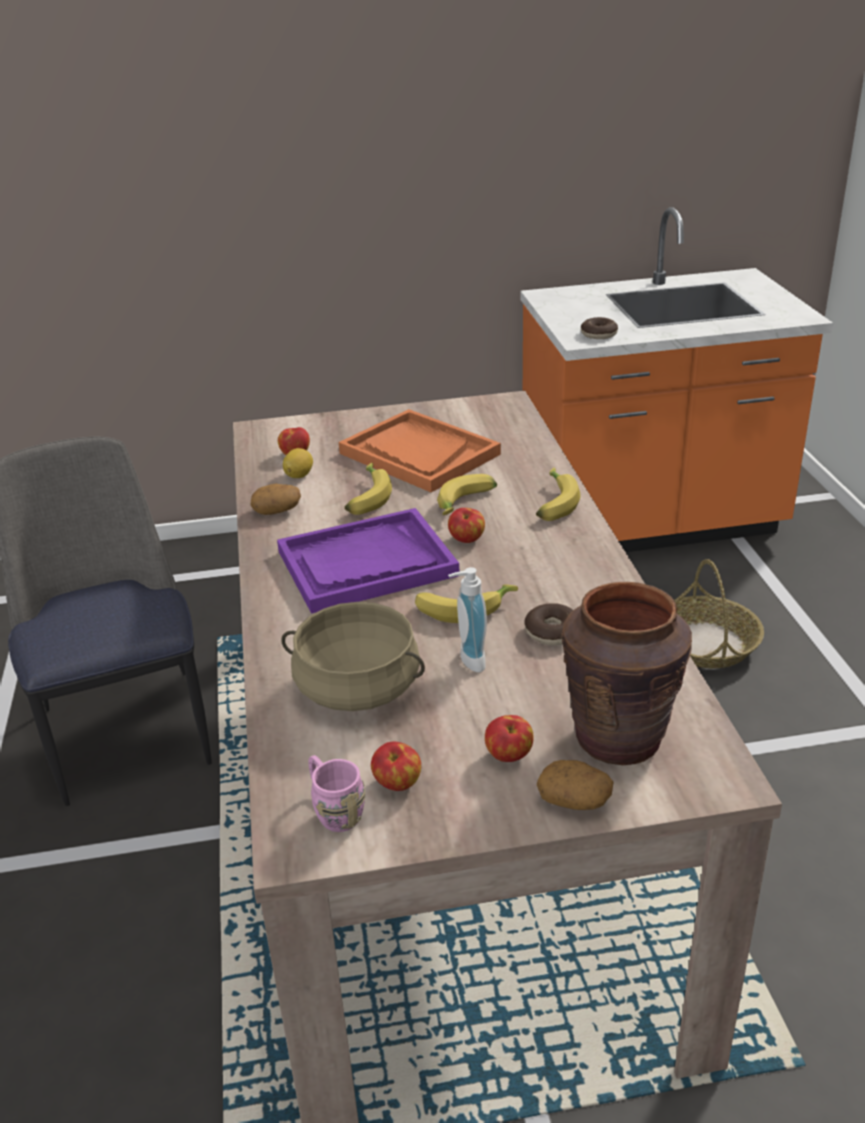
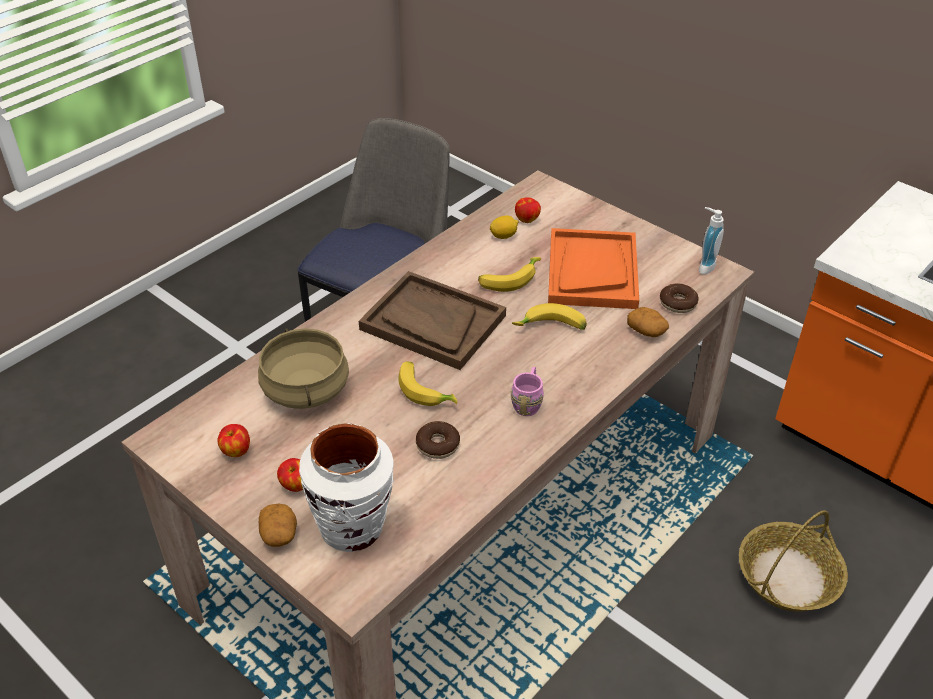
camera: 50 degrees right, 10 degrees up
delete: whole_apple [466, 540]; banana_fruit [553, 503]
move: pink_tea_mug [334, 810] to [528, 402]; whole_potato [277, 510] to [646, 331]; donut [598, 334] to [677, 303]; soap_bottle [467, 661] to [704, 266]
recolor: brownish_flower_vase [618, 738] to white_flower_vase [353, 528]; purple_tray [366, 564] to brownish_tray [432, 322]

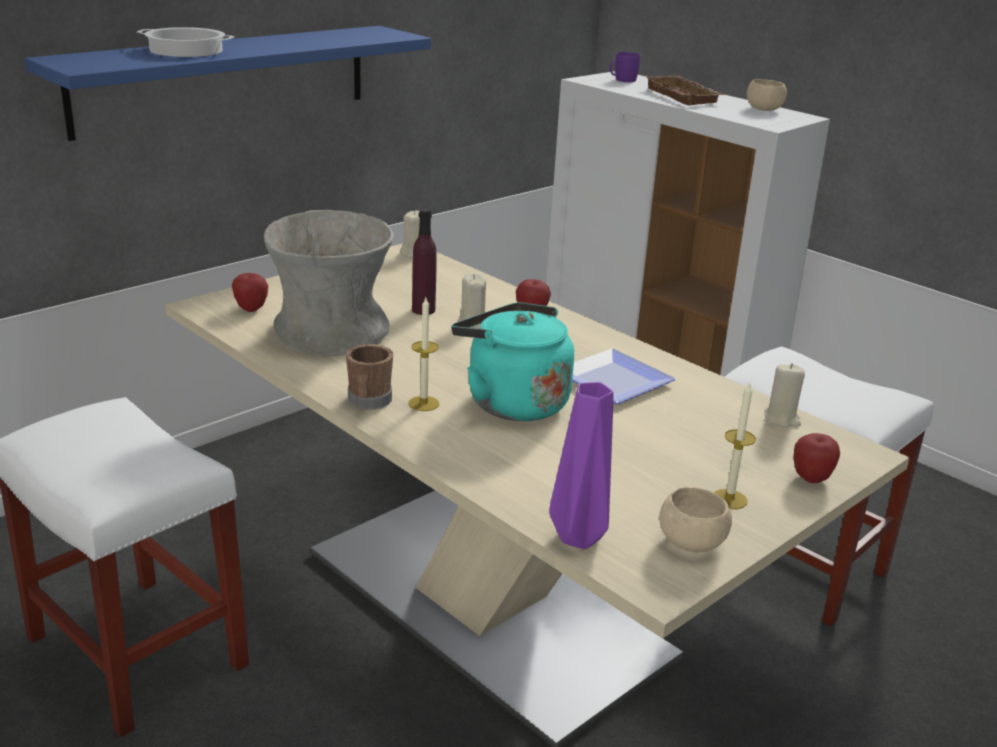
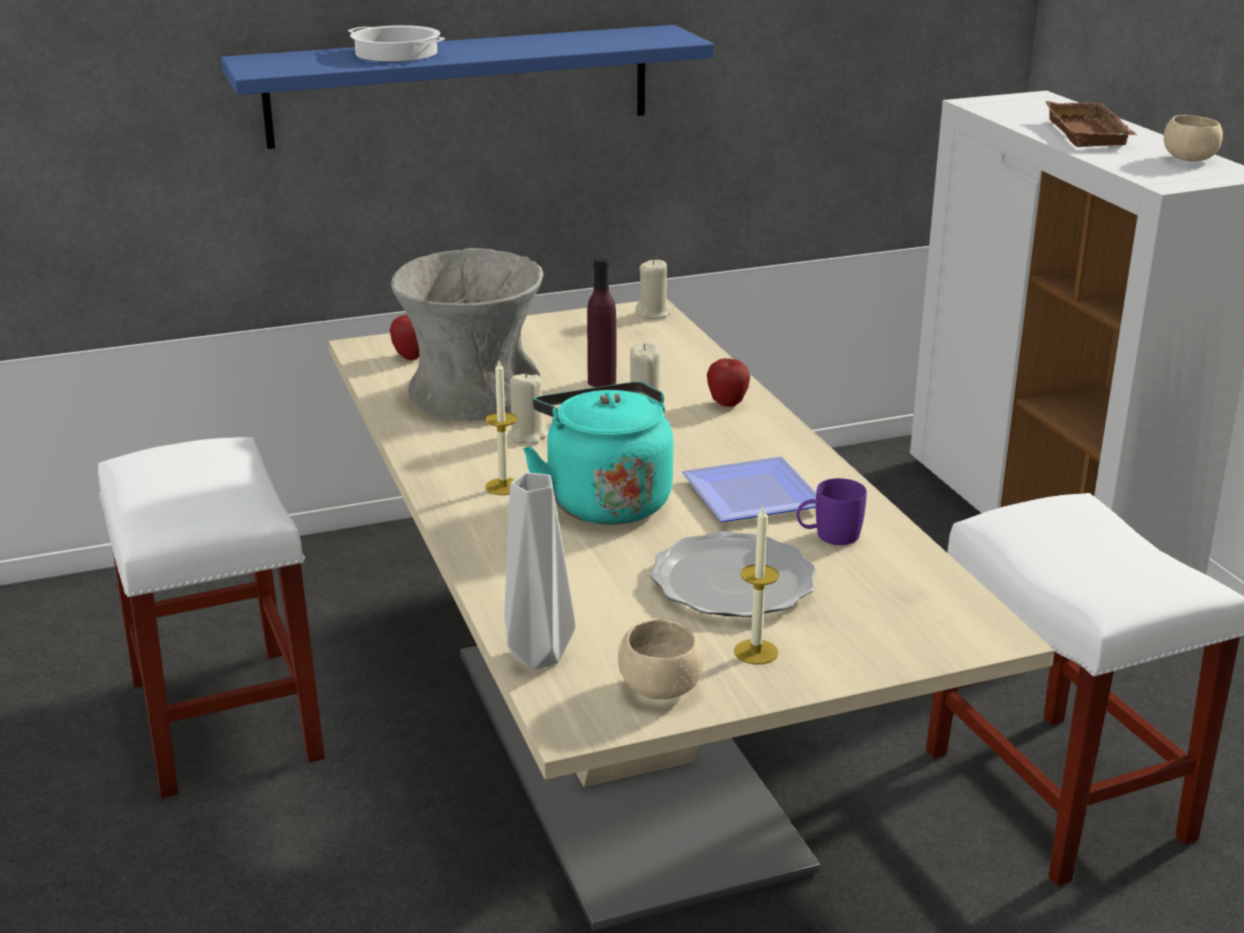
camera: 25 degrees right, 0 degrees up
delete: brownish_tea_mug [368, 402]; whole_apple [811, 478]
insert: plate [733, 582]
move: beige-coloured_wax_light [782, 419] to [528, 436]; purple_tea_mug [622, 80] to [828, 536]
recolor: purple_flower_vase [578, 536] to grey_flower_vase [538, 655]

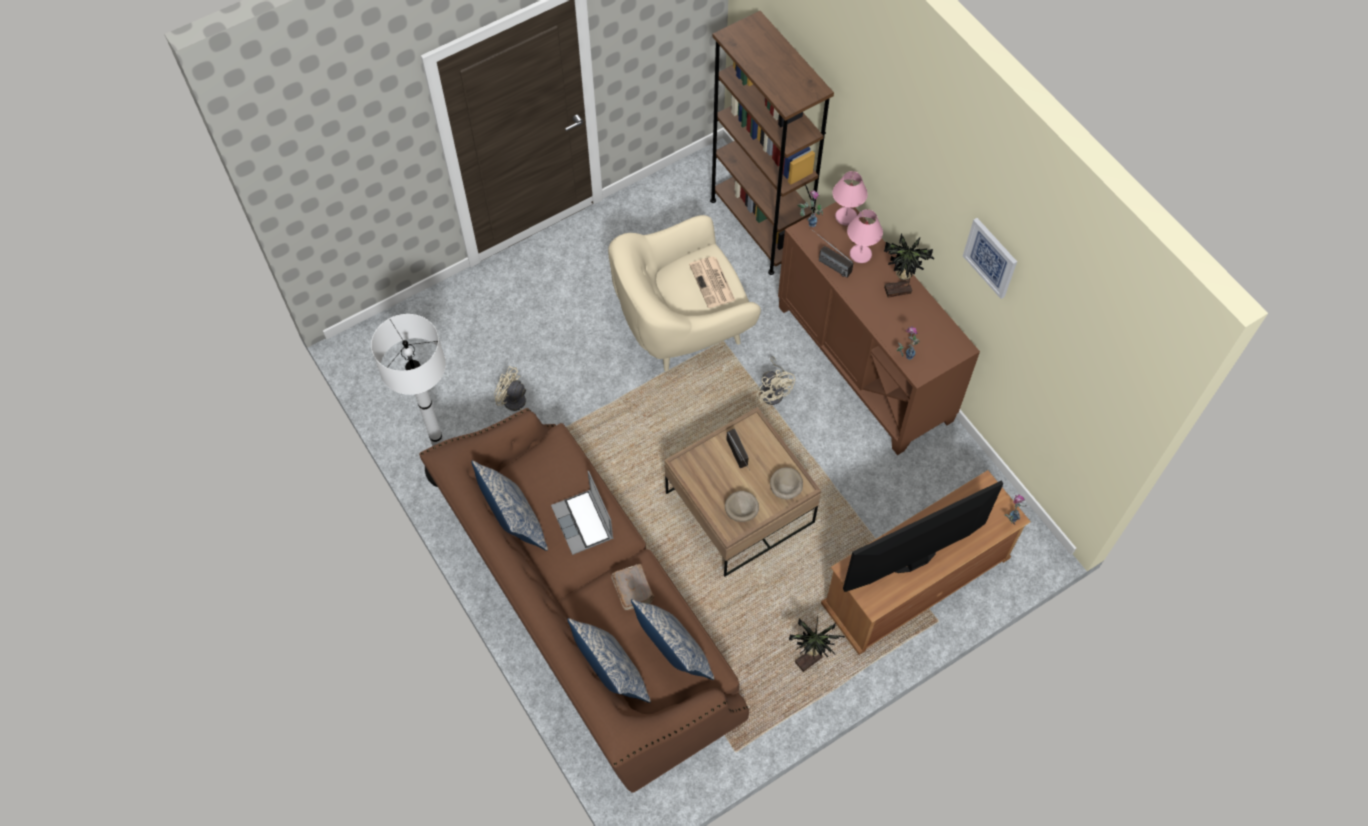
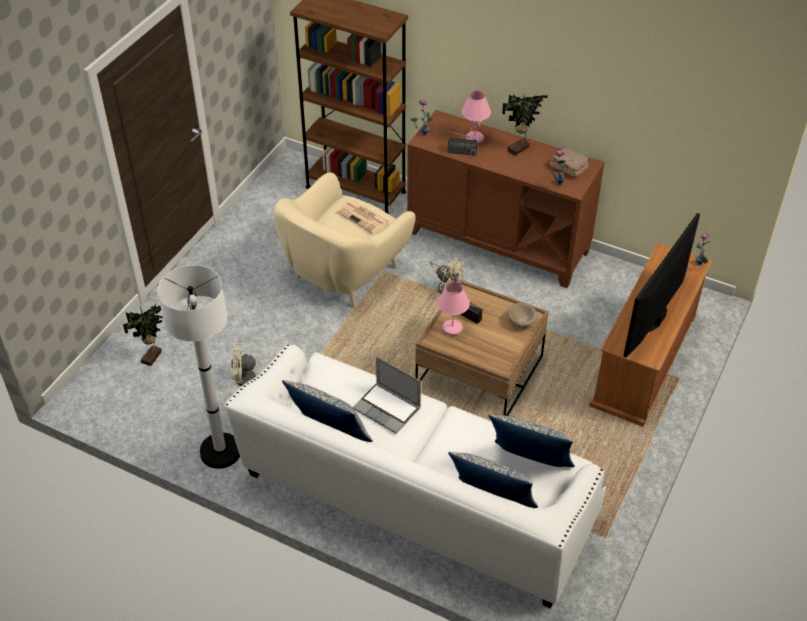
camera: 30 degrees left, 15 degrees down
delete: beige-coloured_serving_bowl [742, 512]; wall_picture [991, 257]
move: houseplant [810, 661] to [153, 357]; pink_table_lamp [845, 217] to [452, 328]; brownish_volume [633, 589] to [568, 167]
recolor: brownish_couch [588, 614] to white_couch [417, 499]

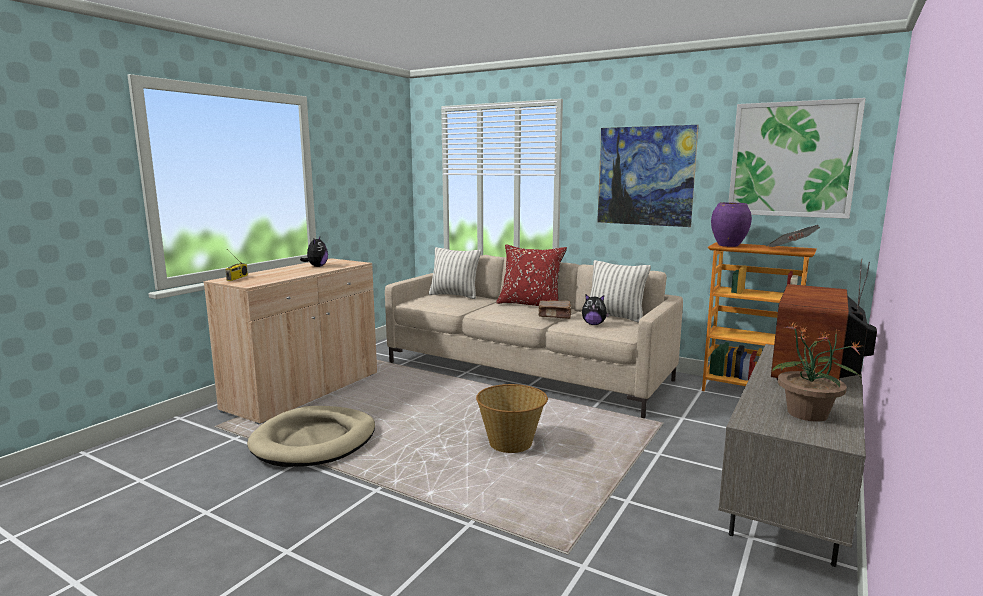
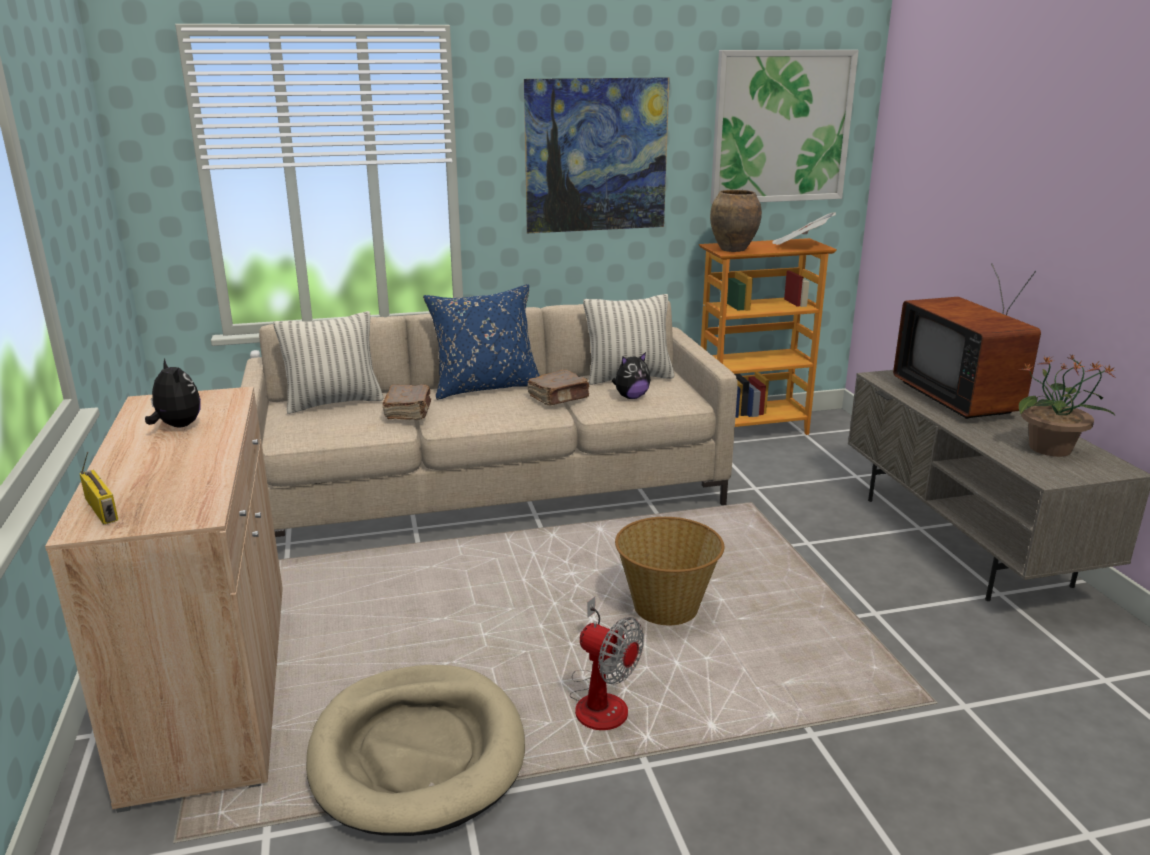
camera: 45 degrees left, 10 degrees up
insert: brownish_volume [409, 412]; electric_fan [600, 700]
recolor: red-coloured_throw_pillow [530, 305] to blue-coloured_throw_pillow [485, 388]; purple_flower_vase [728, 245] to brownish_flower_vase [732, 249]

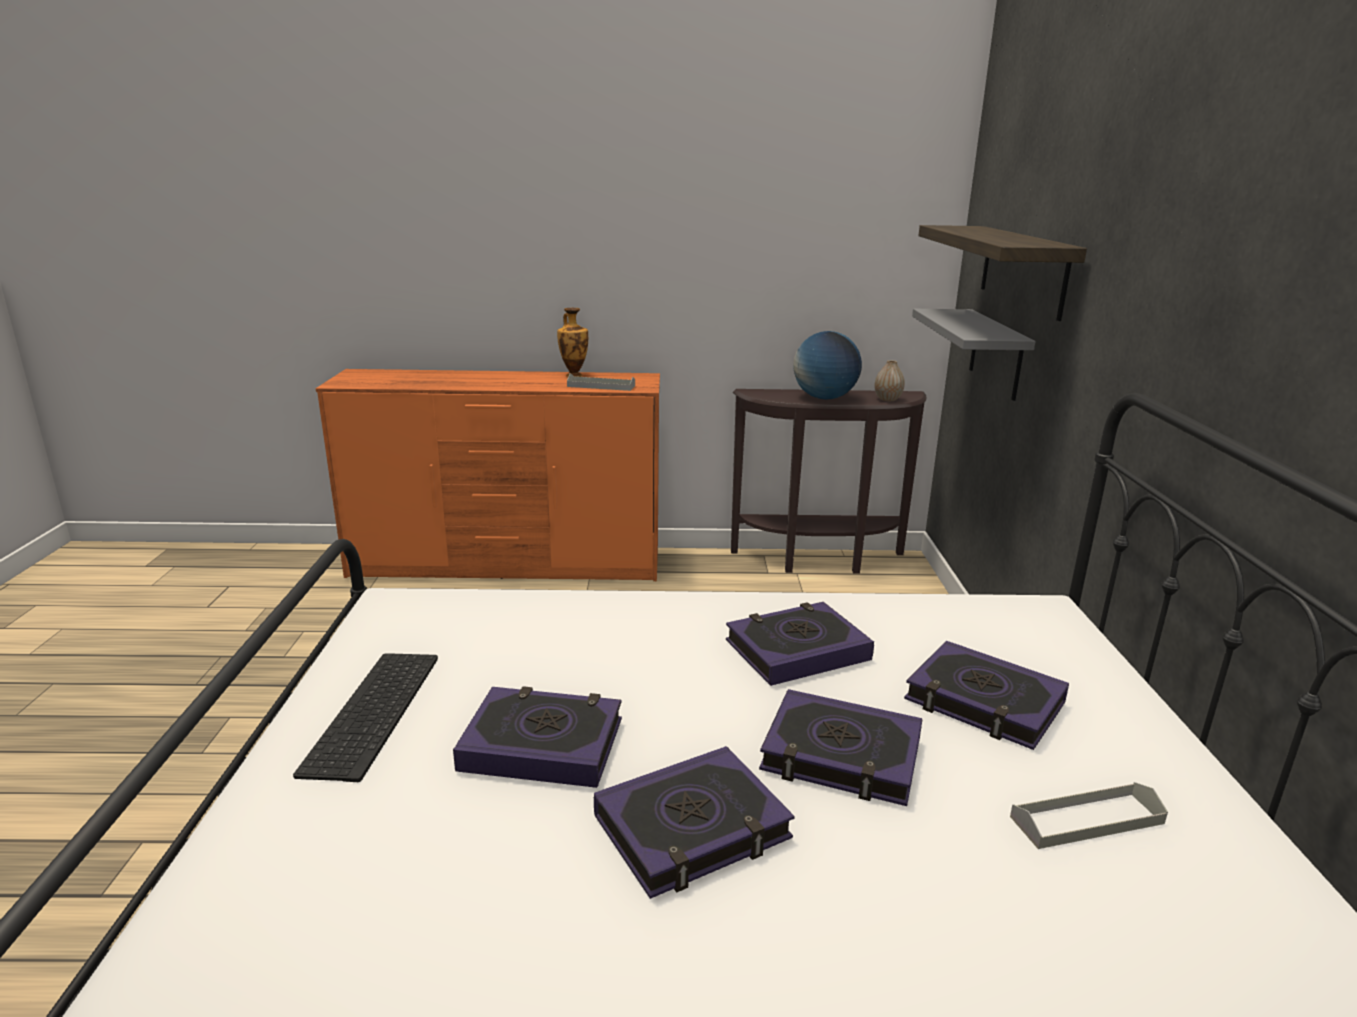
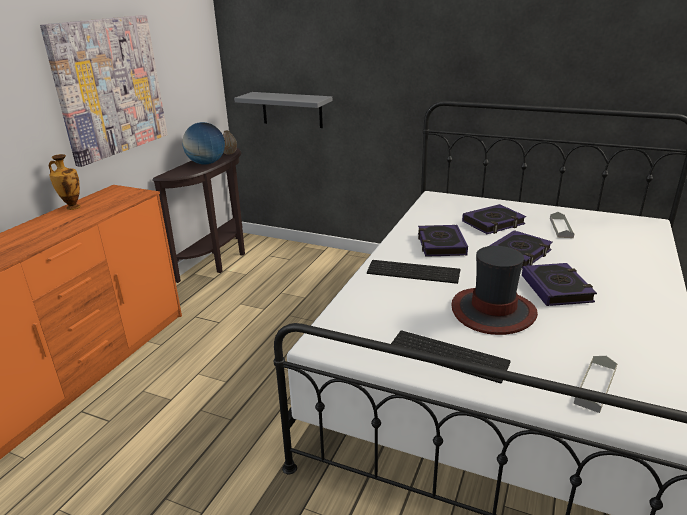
camera: 65 degrees left, 5 degrees up
delete: bracket_shelf [1023, 269]
insert: wall_picture [109, 87]; keyboard [414, 271]
move: grey_tray [601, 386] to [595, 386]
replace: volume [542, 745] to hat [493, 311]

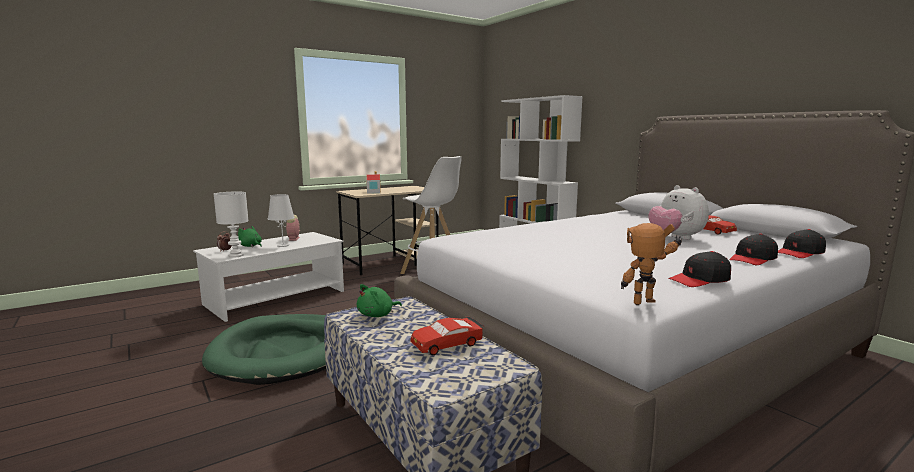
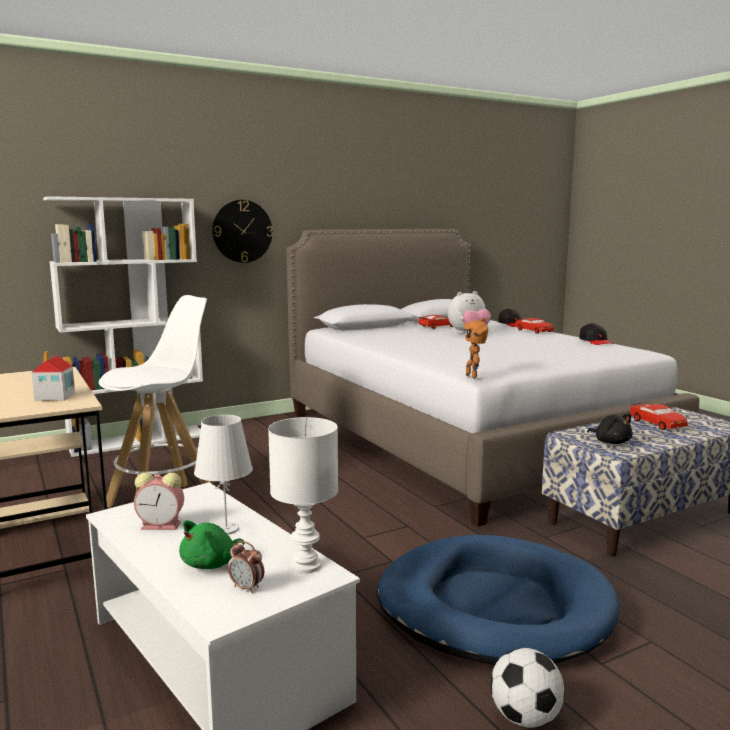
camera: 85 degrees left, 0 degrees up
insert: clock_on_the_wall [242, 231]; football [525, 718]
move: robot_figure [647, 304] to [473, 376]
replace: black_peaked_cap [753, 259] to red-coloured_toy_car [533, 331]
recolor: greenish_dog_bed [283, 352] to blue-coloured_dog_bed [494, 606]; greenish_soft_toy [377, 315] to black_soft_toy [611, 442]

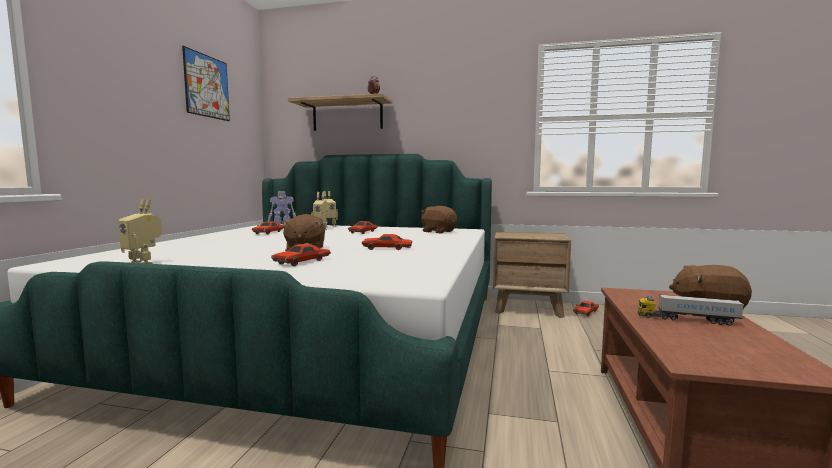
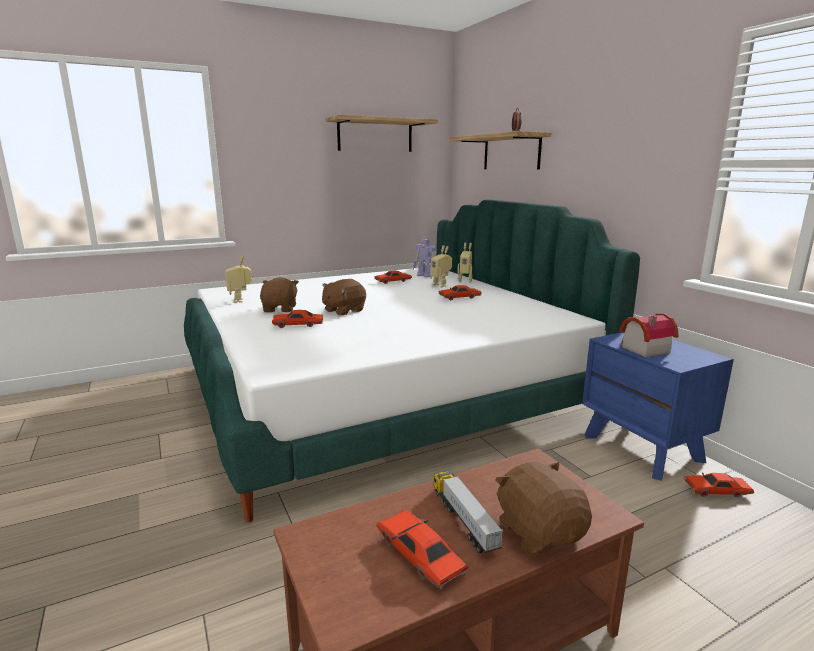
camera: 50 degrees right, 10 degrees up
insert: model_house [642, 349]
move: brownish_soft_toy [438, 231] to [280, 309]; red-coloured_toy_car [387, 248] to [420, 556]
replace: wall_picture [207, 86] to bracket_shelf [375, 135]
recolor: brownish_bedside_table [528, 308] to blue-coloured_bedside_table [643, 448]

